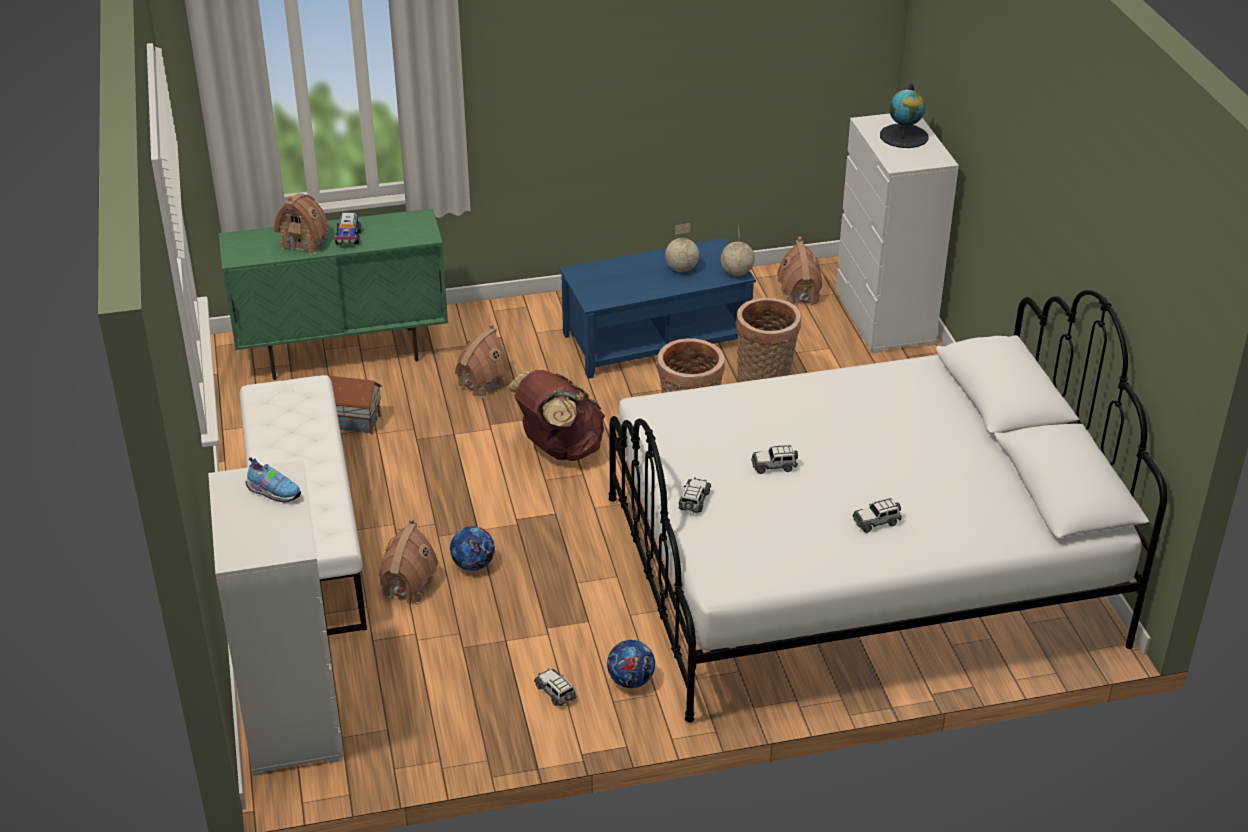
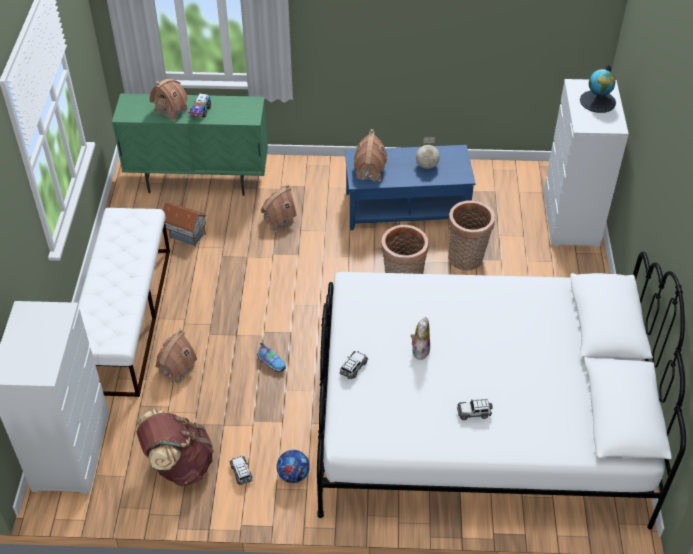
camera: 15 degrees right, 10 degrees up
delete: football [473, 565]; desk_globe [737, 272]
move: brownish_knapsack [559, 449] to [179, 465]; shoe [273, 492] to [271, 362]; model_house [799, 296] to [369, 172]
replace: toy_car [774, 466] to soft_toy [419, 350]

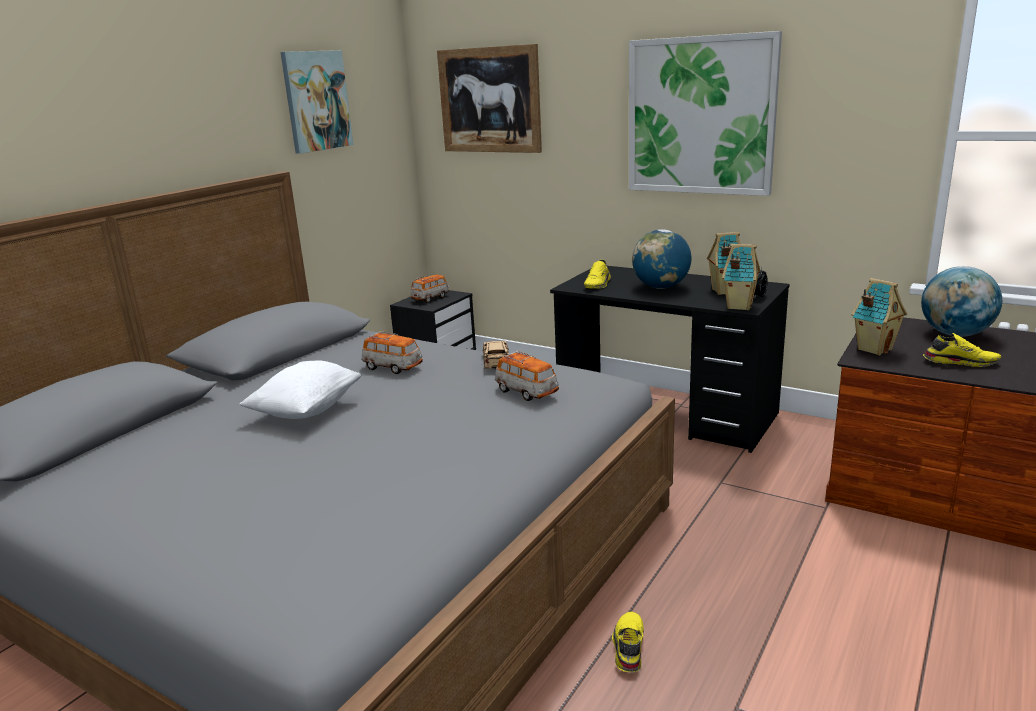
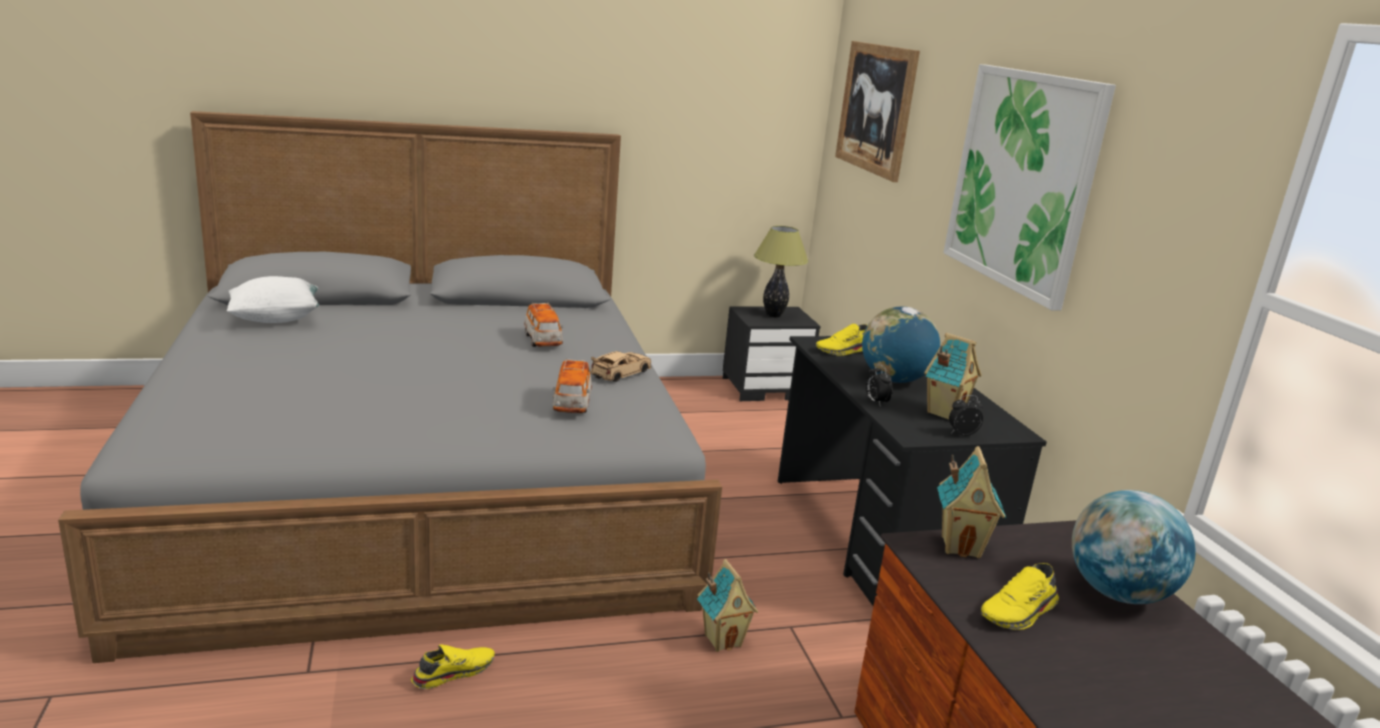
camera: 40 degrees right, 0 degrees up
delete: wall_picture [316, 101]
insert: bedside_clock [875, 402]
move: white_throw_pillow [306, 410] to [275, 319]; model_house [738, 306] to [723, 640]
replace: toy_car [430, 298] to table_lamp [773, 315]
rotate: yellow_shoe [960, 362] = [1020, 613] 90 degrees clockwise

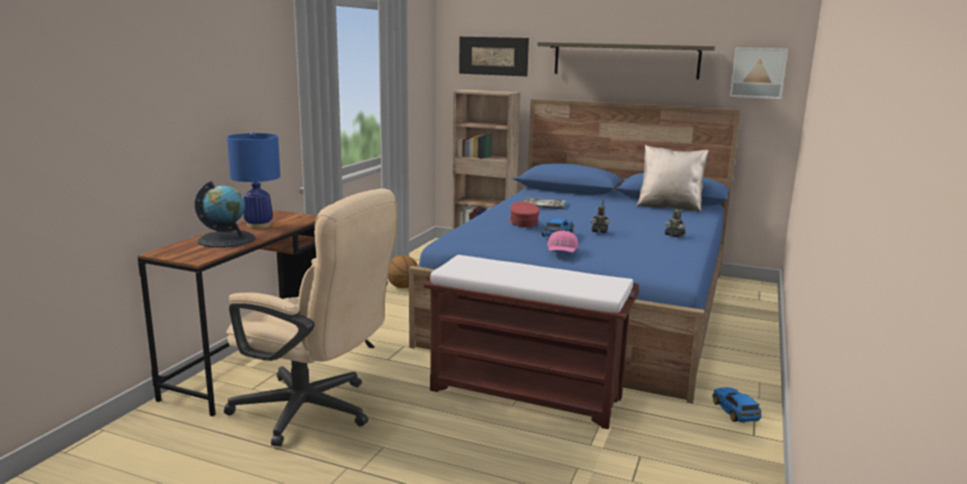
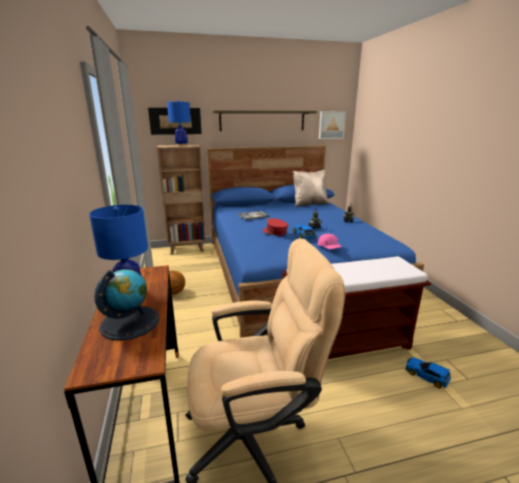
camera: 35 degrees left, 5 degrees up
insert: blue-coloured_table_lamp [181, 145]
move: toy_car [735, 411] to [427, 376]

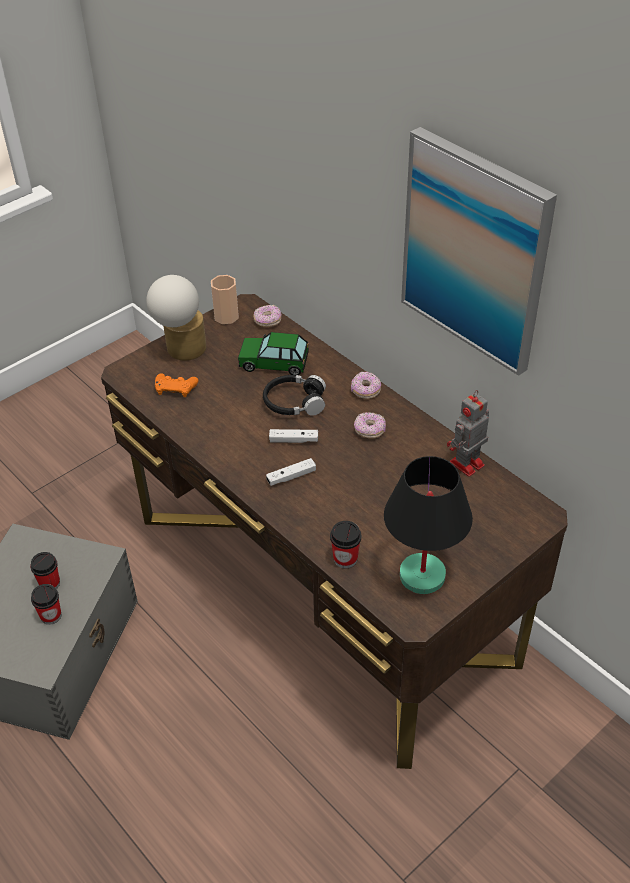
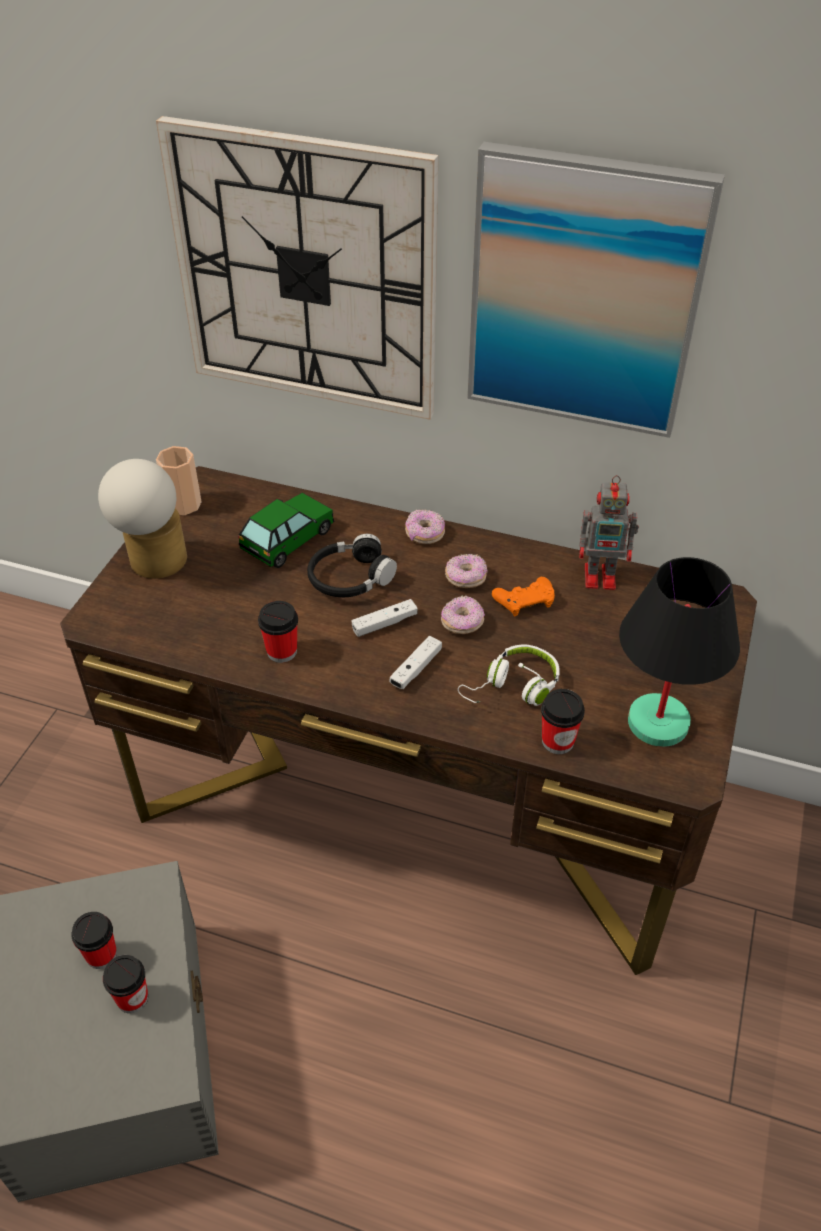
camera: 30 degrees left, 0 degrees up
insert: clock_on_the_wall [306, 273]; drinking_cup [282, 651]; white_pair_of_headphones [513, 687]
move: donut [268, 321] to [462, 623]; orange-coloured_joypad [175, 388] to [524, 601]
rotate: toy_car [274, 362] = [287, 539] 150 degrees clockwise; robot_figure [465, 464] = [602, 577] 105 degrees counterclockwise

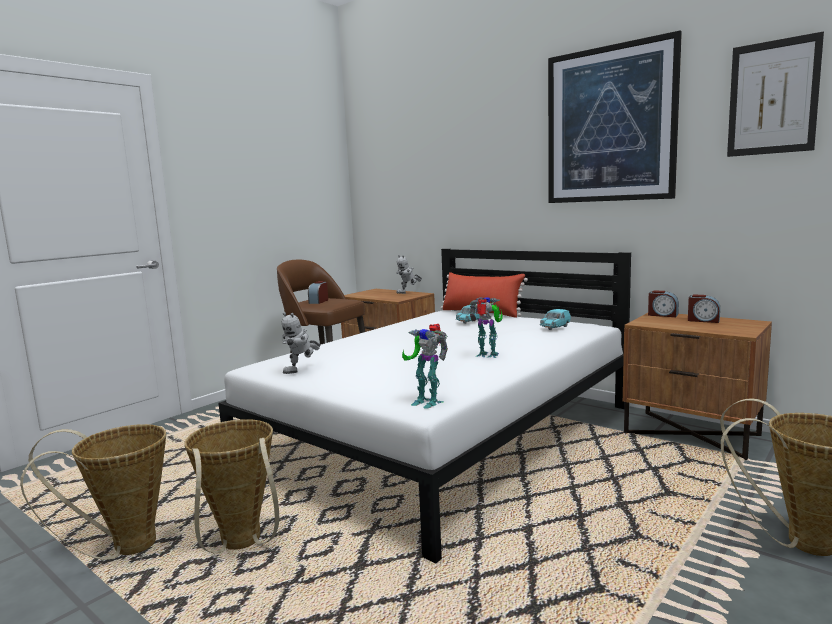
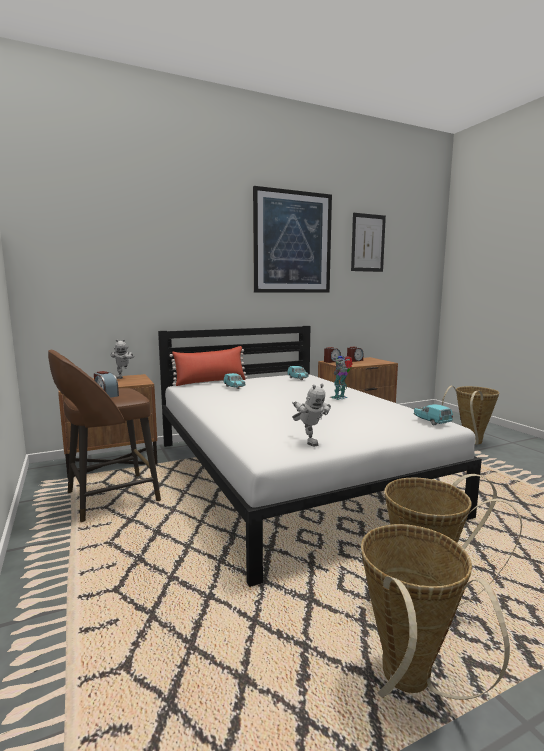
camera: 65 degrees left, 0 degrees up
replace: robot_figure [427, 401] to turquoise_toy_car [432, 421]

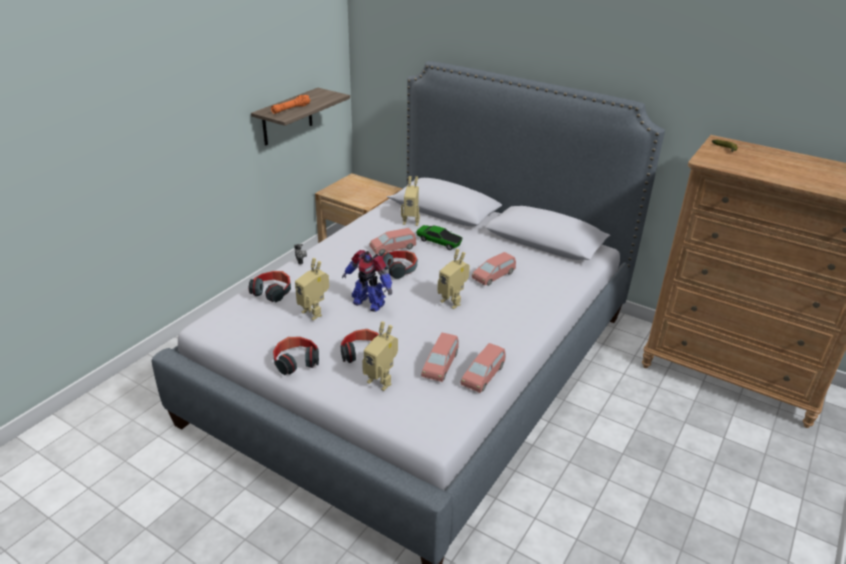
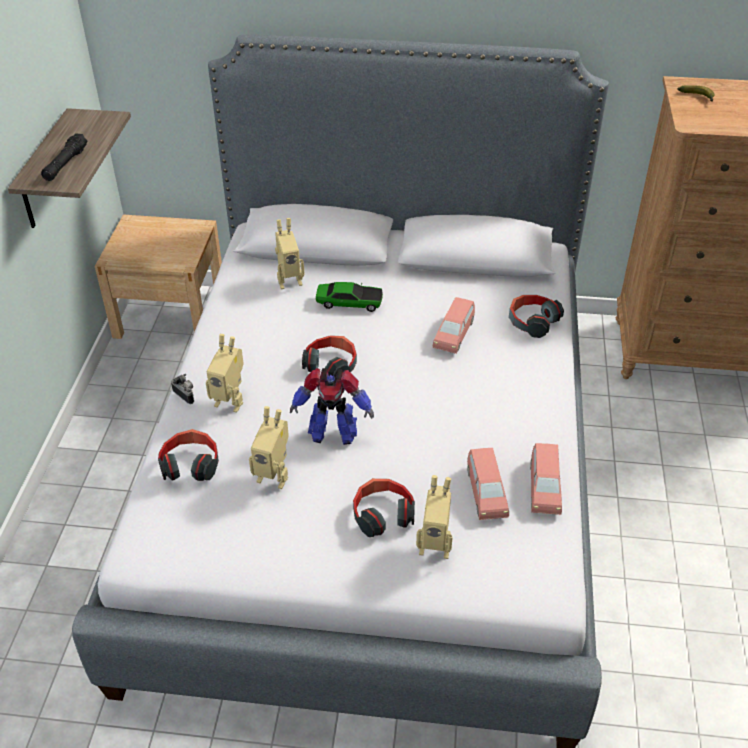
camera: 25 degrees left, 10 degrees up
delete: pink_toy_car [393, 248]
move: robot_figure [453, 301] to [230, 401]; pair_of_headphones [296, 361] to [532, 322]
recolor: orange-coloured_hand_torch [291, 109] to black_hand_torch [65, 164]

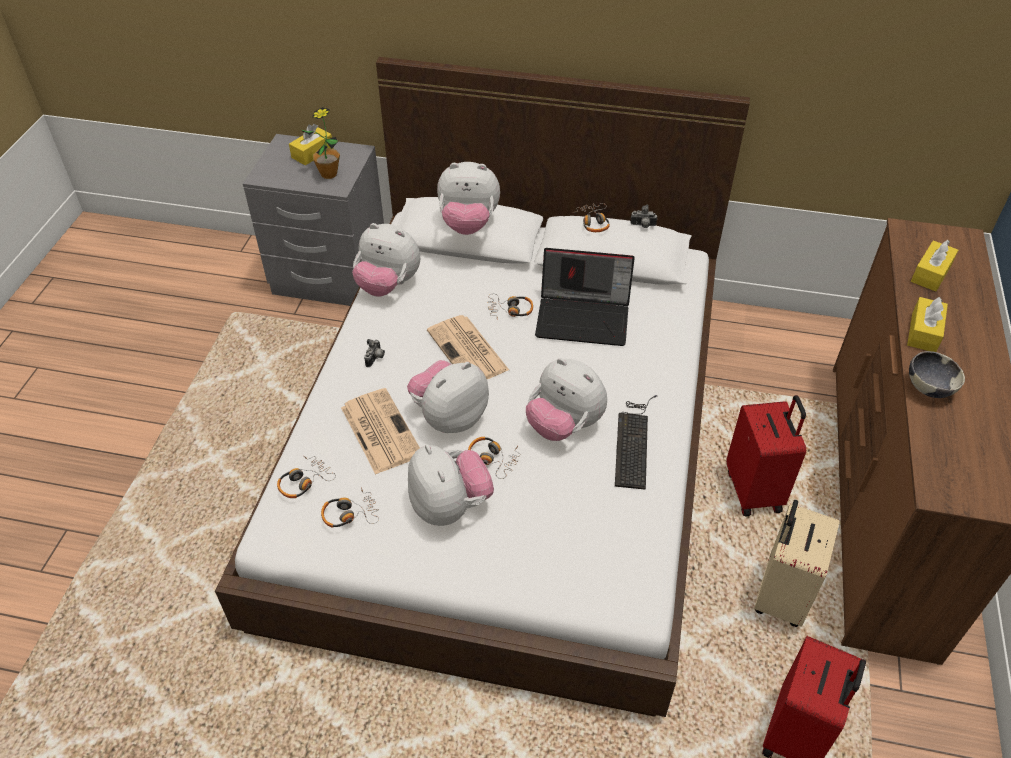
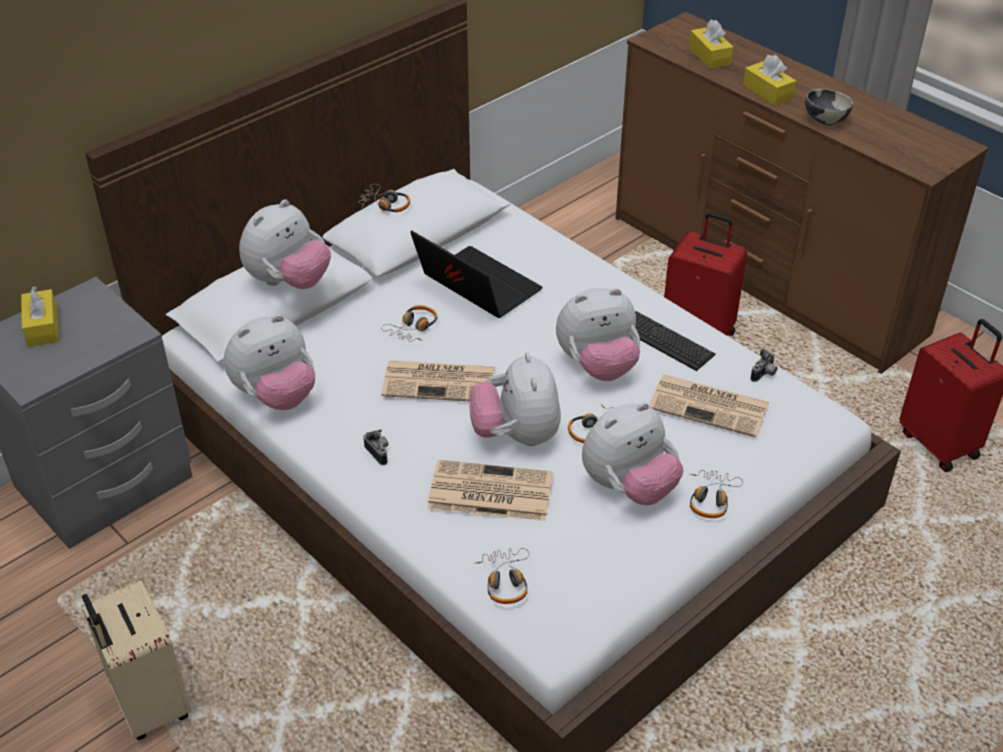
camera: 55 degrees left, 5 degrees down
delete: houseplant [329, 174]
insert: newspaper [710, 406]
move: beige-coloured_travel_case [779, 596] to [148, 704]; pair_of_headphones [350, 514] to [711, 499]; photo_camera [643, 226] to [764, 375]
rotate: notebook_computer [584, 317] = [475, 287] 90 degrees counterclockwise; soft_toy [450, 506] = [629, 487] 135 degrees clockwise

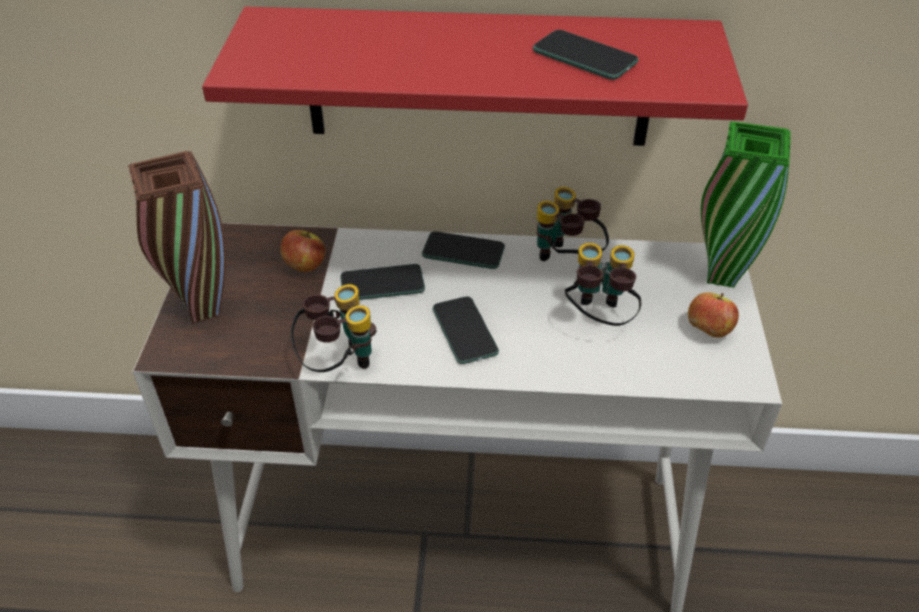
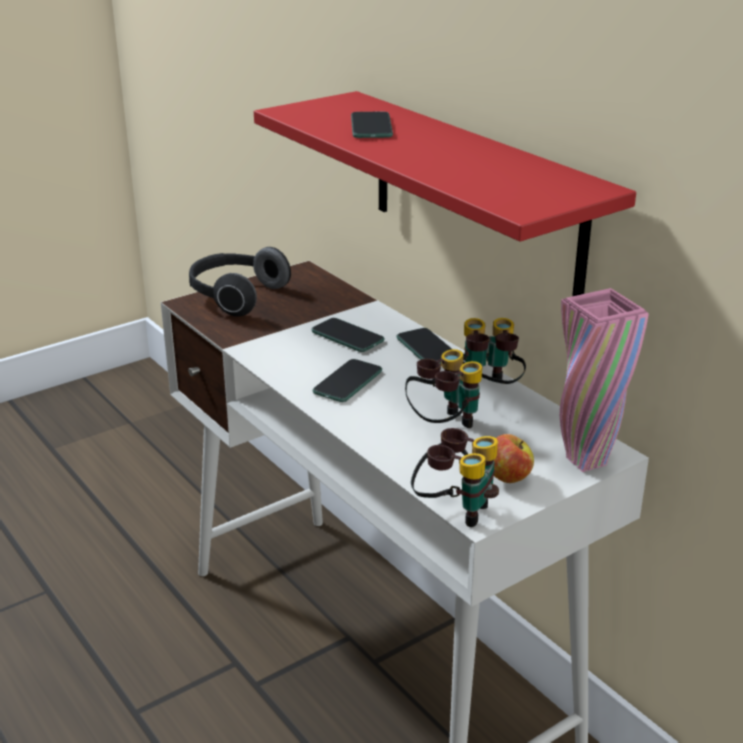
camera: 50 degrees right, 15 degrees down
delete: whole_apple [305, 266]
move: handset [584, 57] to [371, 127]; field_glasses [338, 362] to [455, 510]
replace: brownish_flower_vase [203, 310] to pair_of_headphones [235, 296]
recolor: greenish_flower_vase [721, 276] to pink_flower_vase [586, 461]

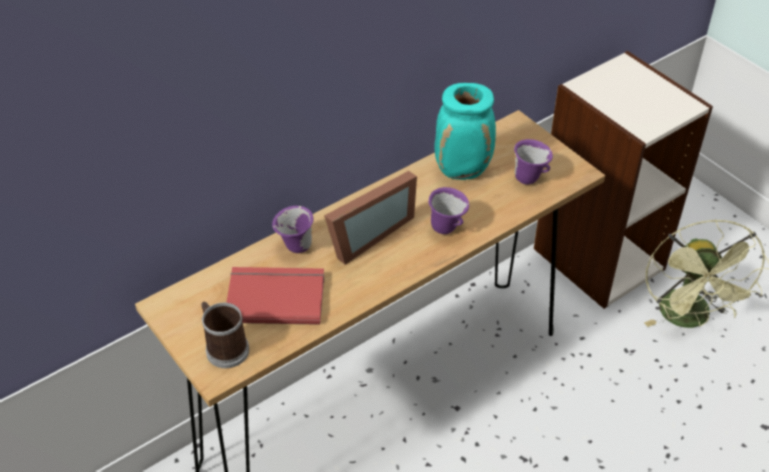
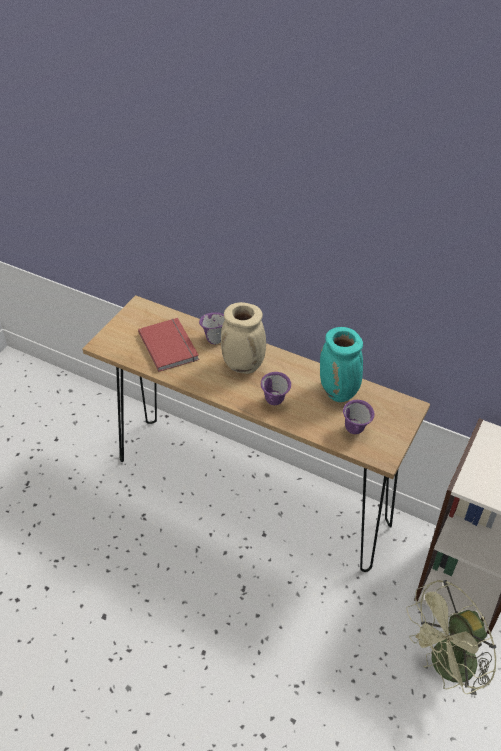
camera: 65 degrees right, 0 degrees up
delete: tea_mug [224, 348]
replace: picture_frame [365, 235] to beige-coloured_flower_vase [244, 366]

